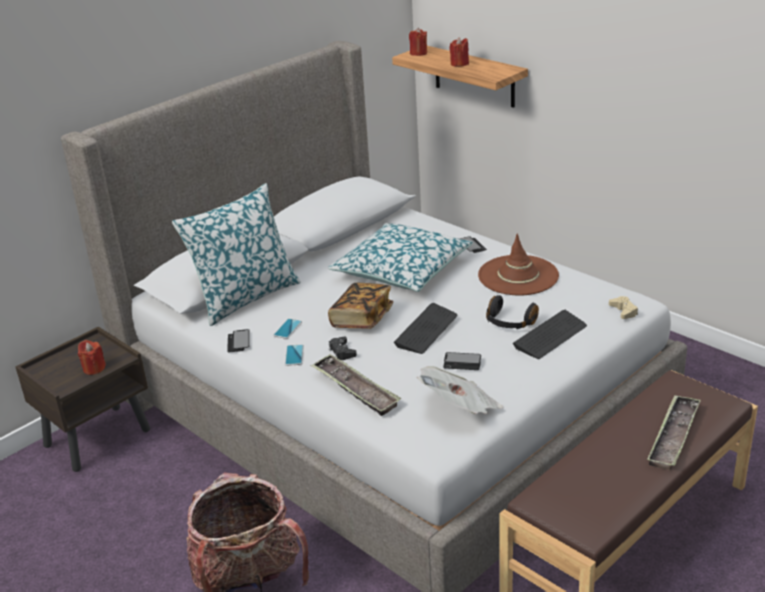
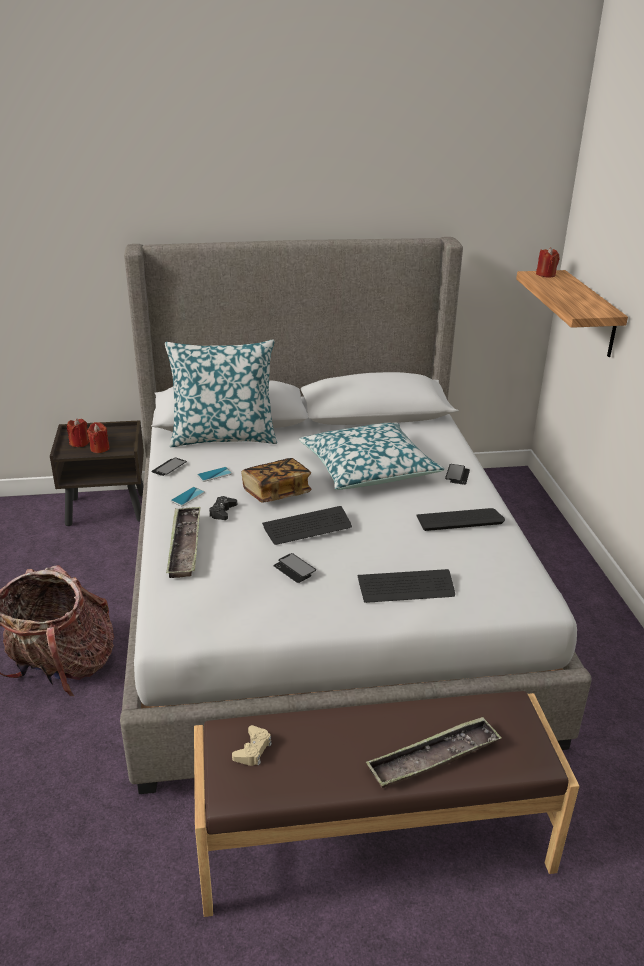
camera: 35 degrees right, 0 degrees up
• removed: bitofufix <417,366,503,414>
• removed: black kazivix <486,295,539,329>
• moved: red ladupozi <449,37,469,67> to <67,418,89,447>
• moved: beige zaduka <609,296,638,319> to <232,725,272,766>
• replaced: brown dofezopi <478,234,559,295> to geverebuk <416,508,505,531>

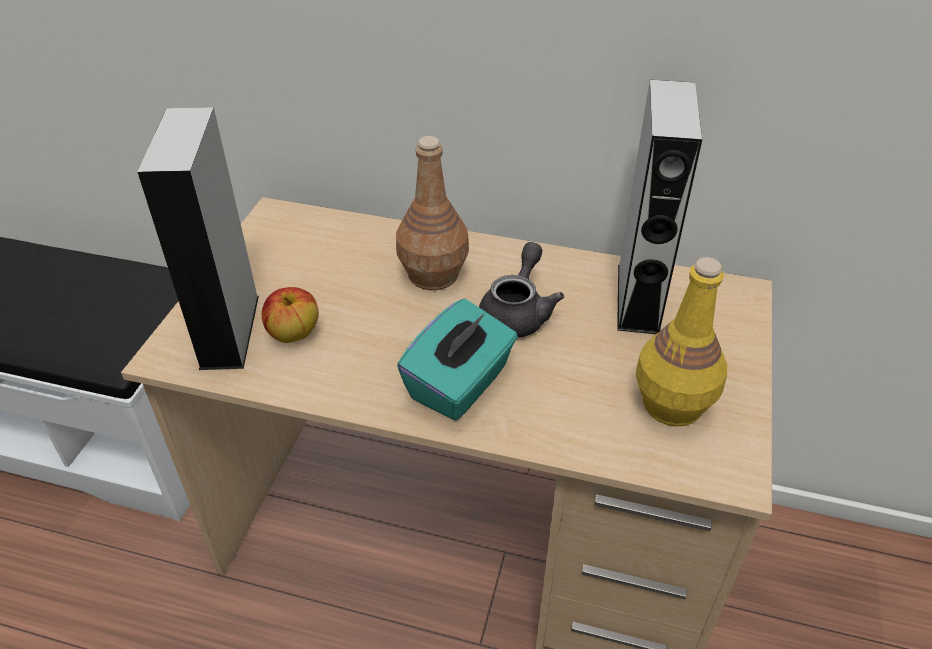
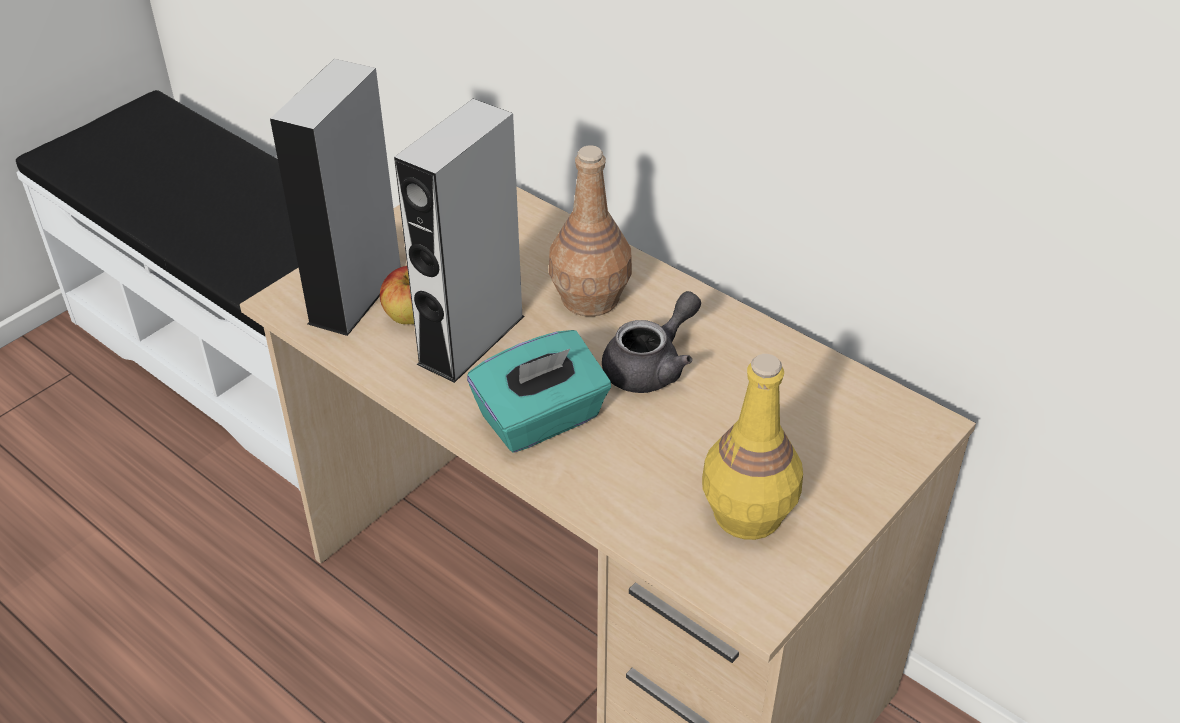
camera: 25 degrees right, 0 degrees up
• moved: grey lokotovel <617,80,702,334> to <394,99,524,383>

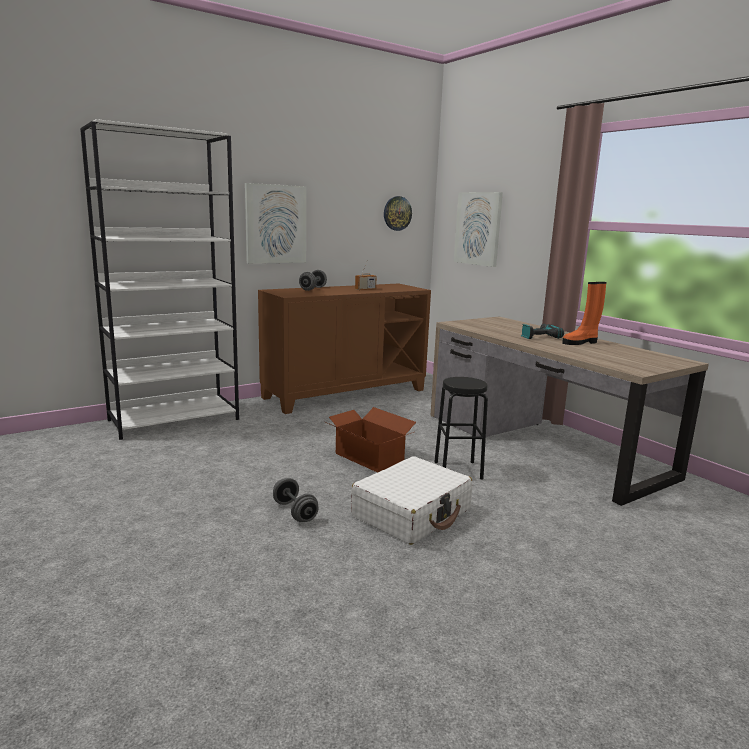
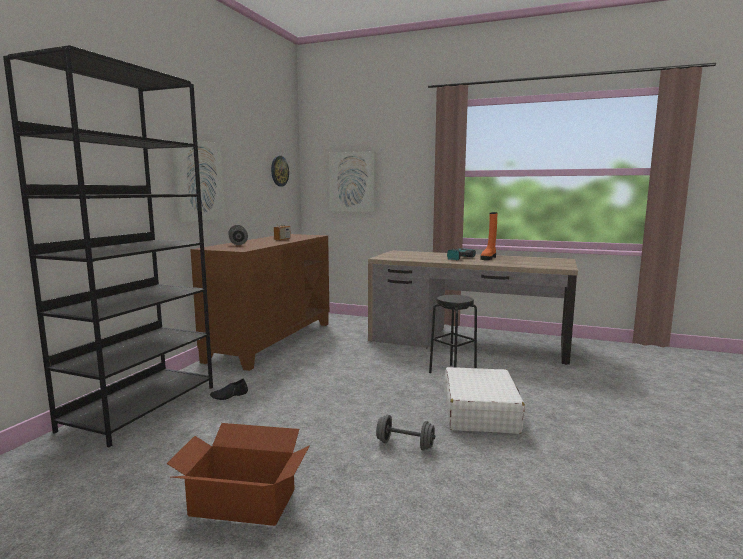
camera: 35 degrees left, 5 degrees down
• added: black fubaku <210,379,248,400>
• moved: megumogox <325,407,416,473> to <166,423,310,526>
• recoloured: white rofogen <80,119,239,440> to black rofogen <3,45,213,447>

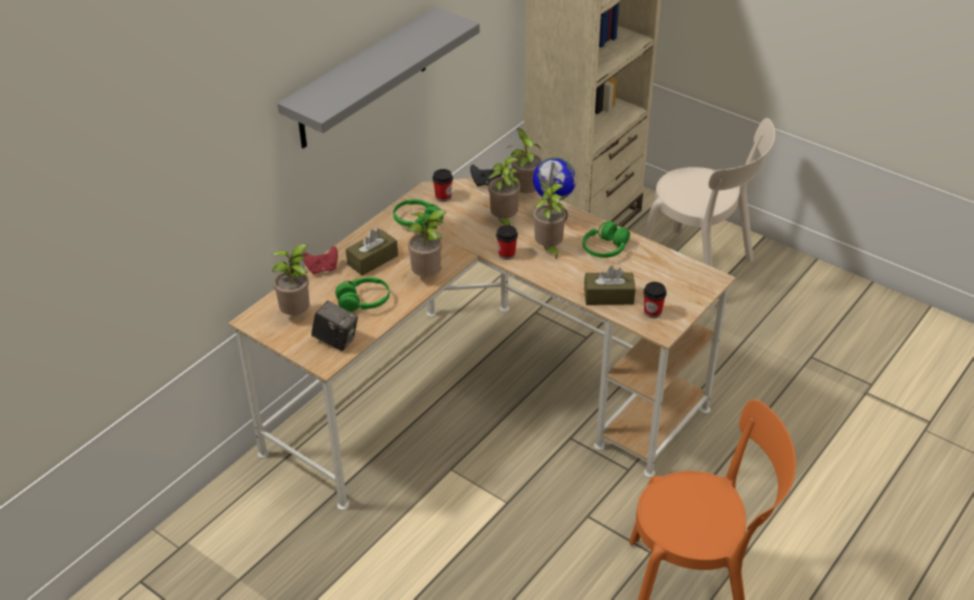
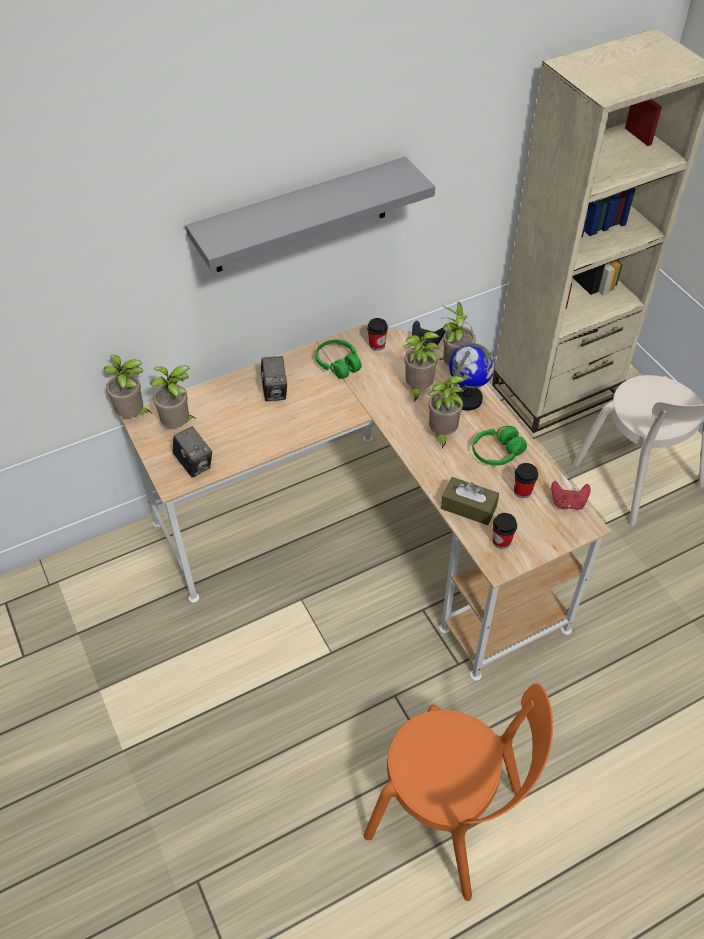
camera: 25 degrees right, 10 degrees up
• removed: green kazivix <335,277,390,312>
• moved: red zaduka <303,246,338,274> to <551,481,591,510>
• moved: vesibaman <407,210,446,277> to <104,355,151,418>
• moved: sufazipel <496,225,518,260> to <514,463,538,498>
• replaced: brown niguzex <346,228,398,276> to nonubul <261,356,287,401>

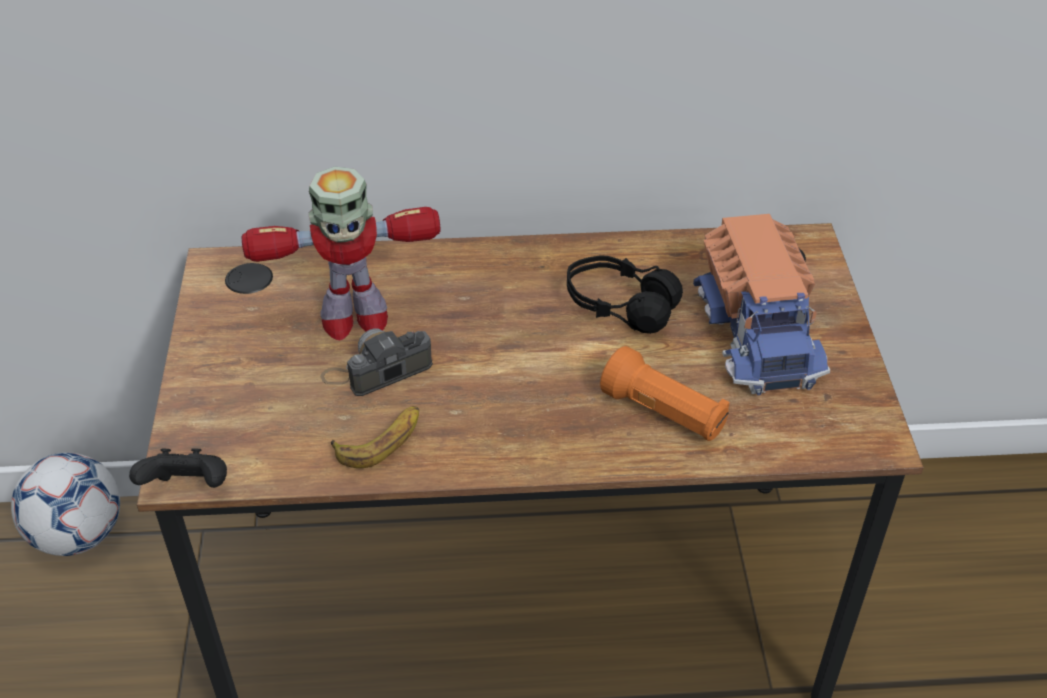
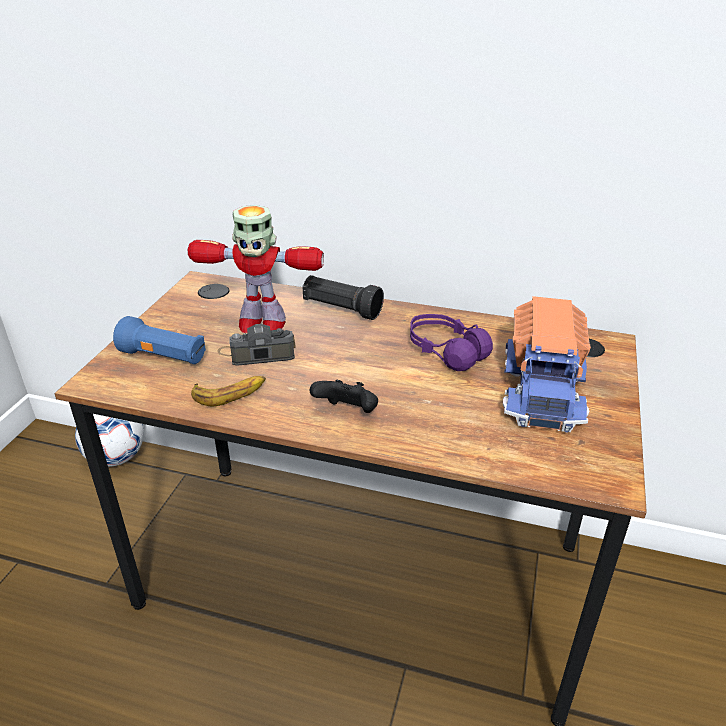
camera: 20 degrees right, 10 degrees down
• removed: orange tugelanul <600,346,730,441>
• added: blue tugelanul <113,316,206,364>
• added: black tugelanul <302,275,384,320>
• moved: black zaduka <129,448,227,488> to <309,380,378,413>
• recoloured: black kazivix <567,255,683,334> to purple kazivix <410,314,493,371>

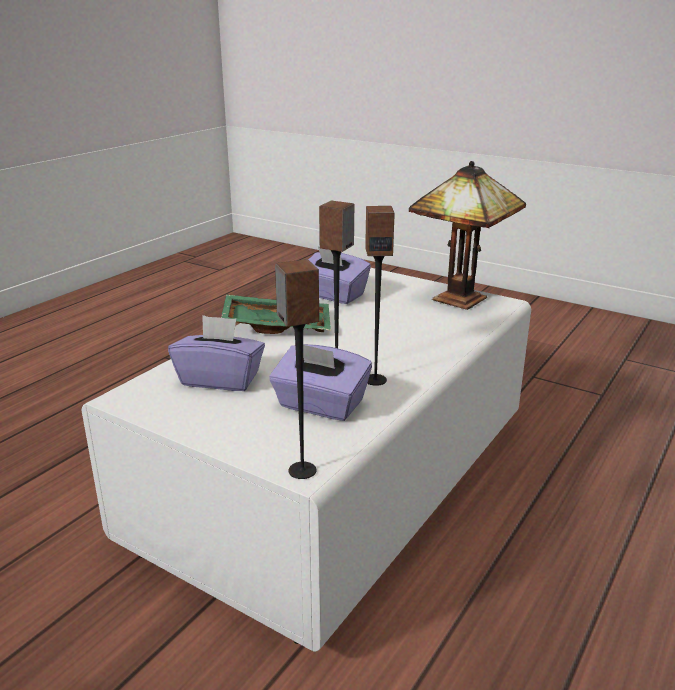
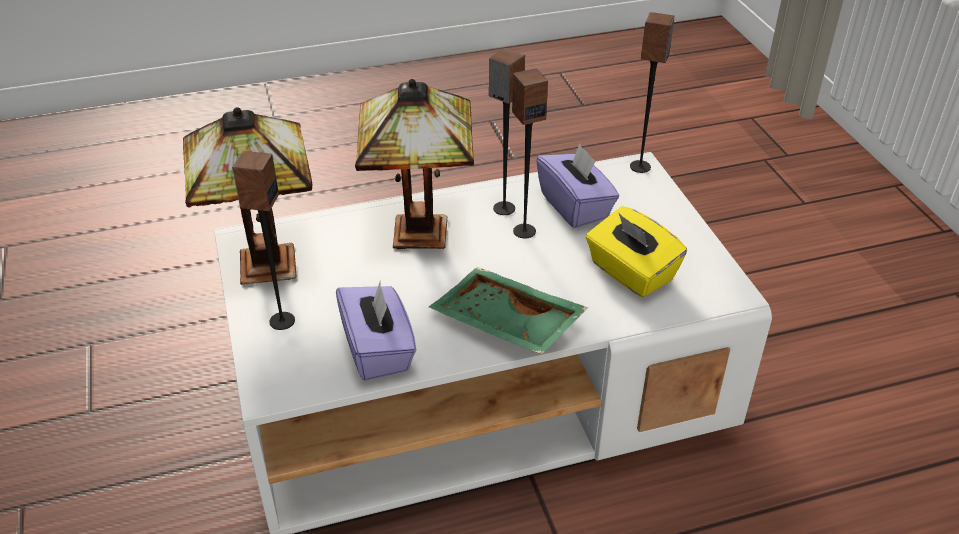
camera: 140 degrees left, 15 degrees up
• added: lokotovel <232,151,295,330>
• added: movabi <355,79,474,249>
• recoloured: purple niguzex <168,315,265,391> to yellow niguzex <586,206,687,297>

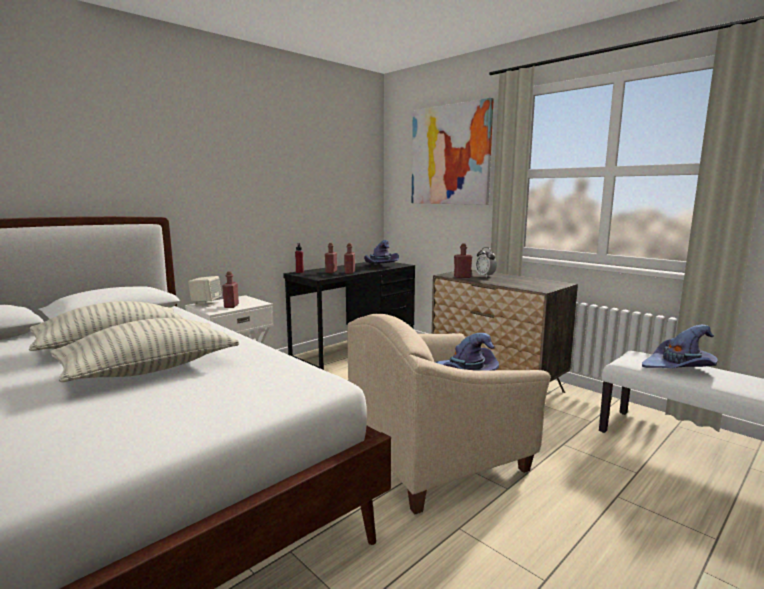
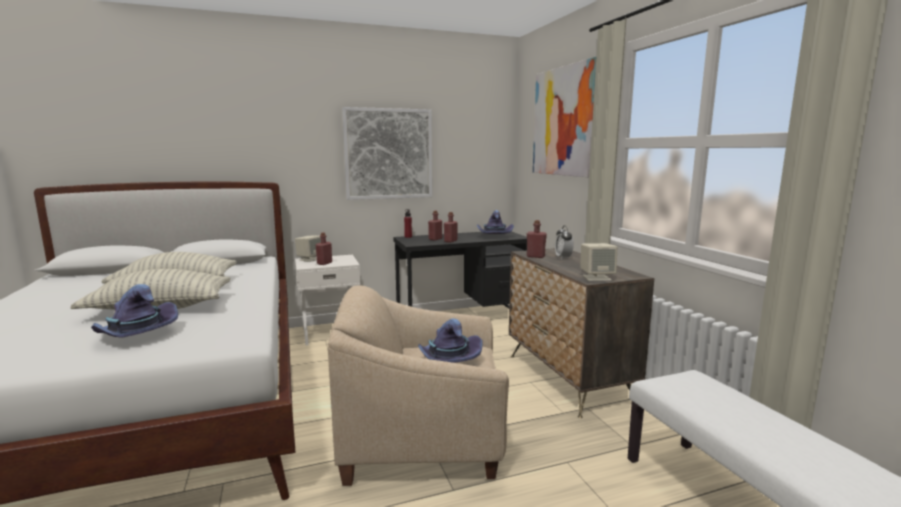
camera: 25 degrees right, 0 degrees up
• added: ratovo <342,107,432,200>
• added: beige lokotovel <580,243,618,281>
• moved: purple dofezopi <642,324,717,368> to <91,284,178,338>

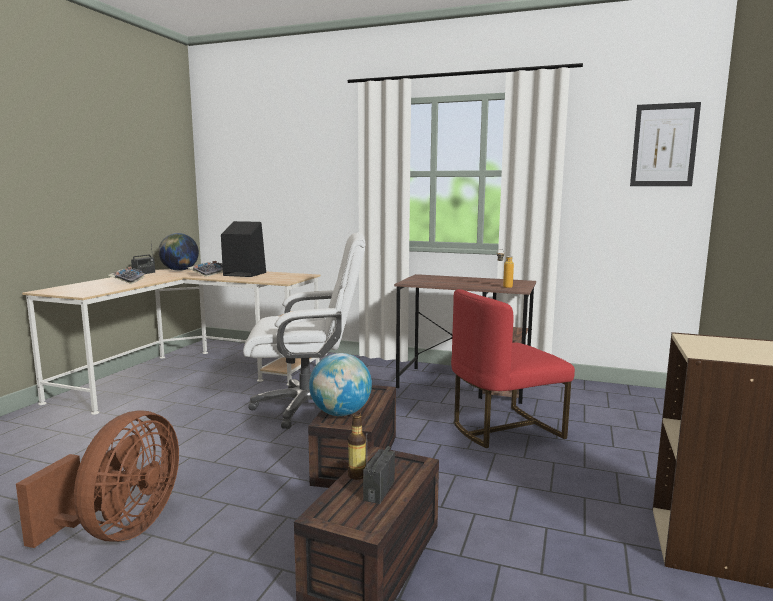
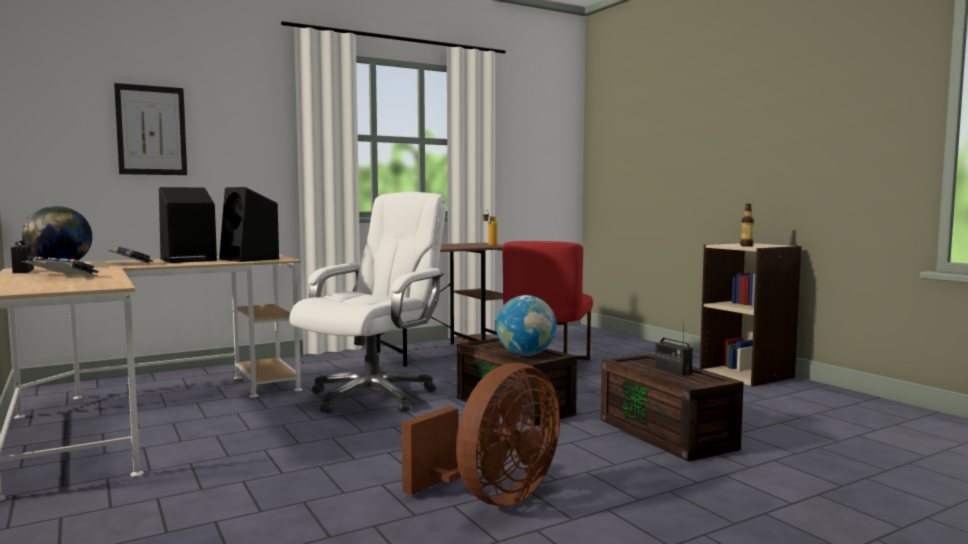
camera: 50 degrees left, 5 degrees down
• added: black lokotovel <219,187,279,262>
• moved: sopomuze <348,412,366,480> to <741,204,754,247>
• moved: ratovo <630,102,701,186> to <114,83,187,175>
• turned: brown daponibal <16,410,179,548> = <402,363,560,506> 75 degrees clockwise

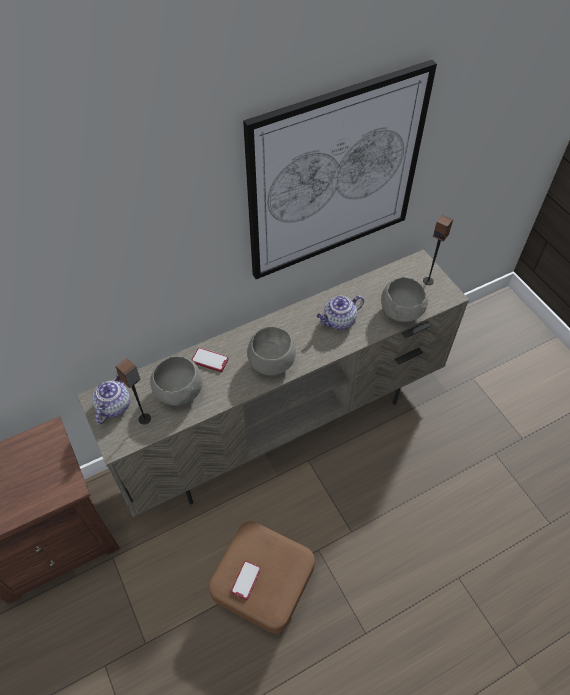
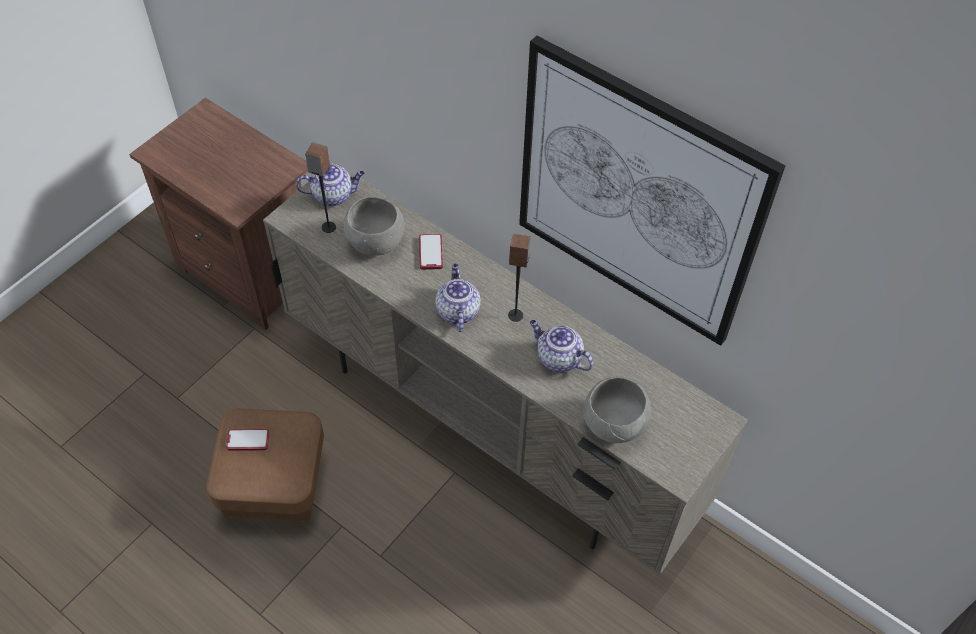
camera: 65 degrees right, 0 degrees up
• moved: lokotovel <423,215,453,285> to <508,234,531,322>
• replaced: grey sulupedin <247,327,296,375> to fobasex <435,263,481,332>

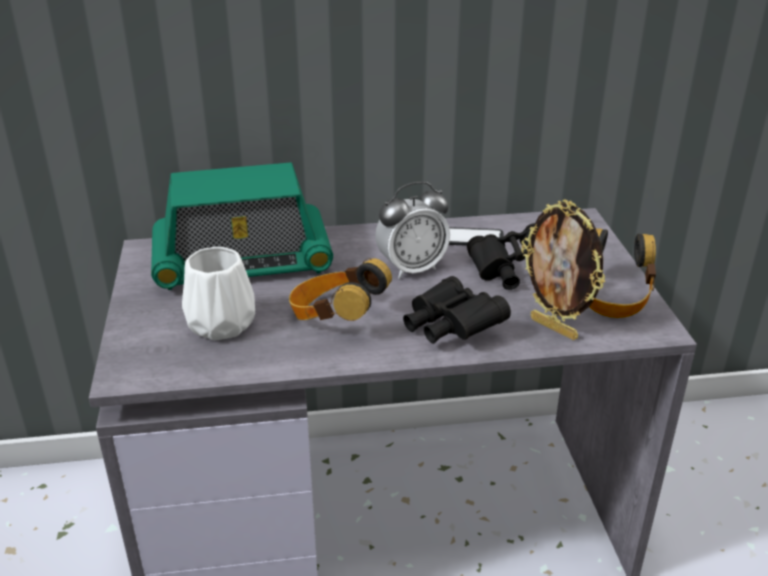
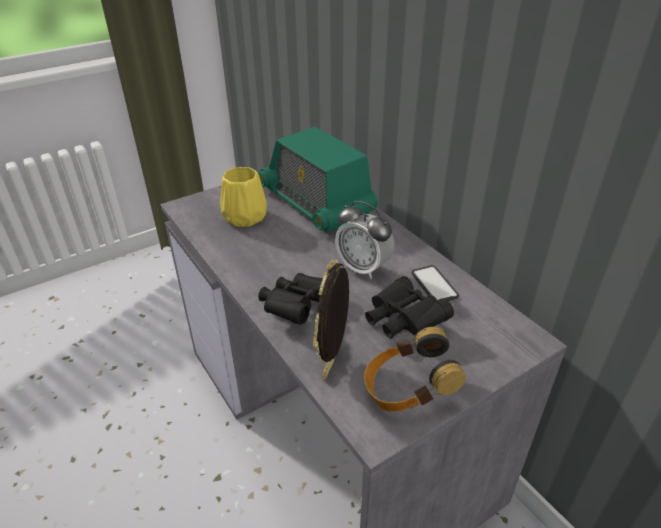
camera: 65 degrees right, 5 degrees up
• removed: kazivix <289,258,392,321>
• recoloured: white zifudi <182,247,255,341> to yellow zifudi <220,167,267,227>

